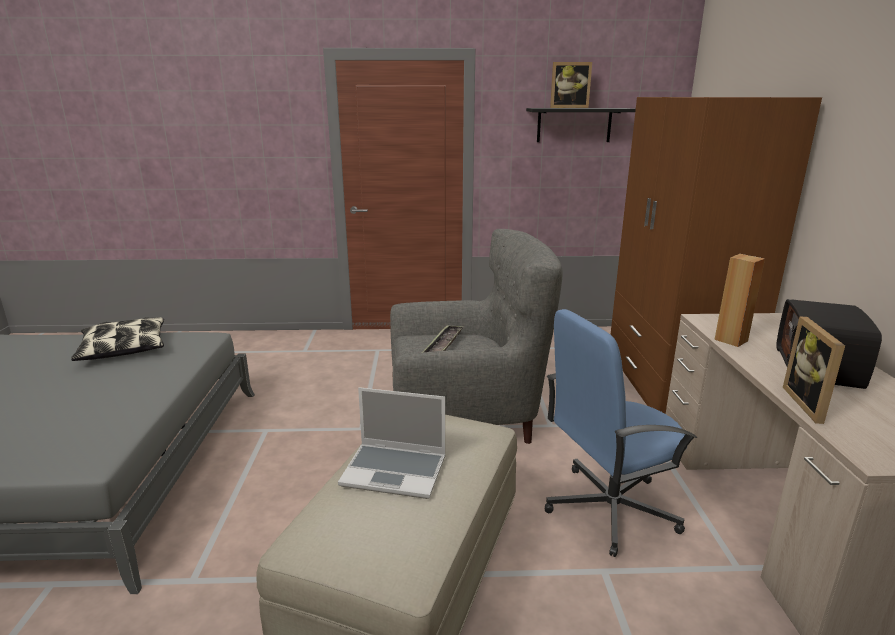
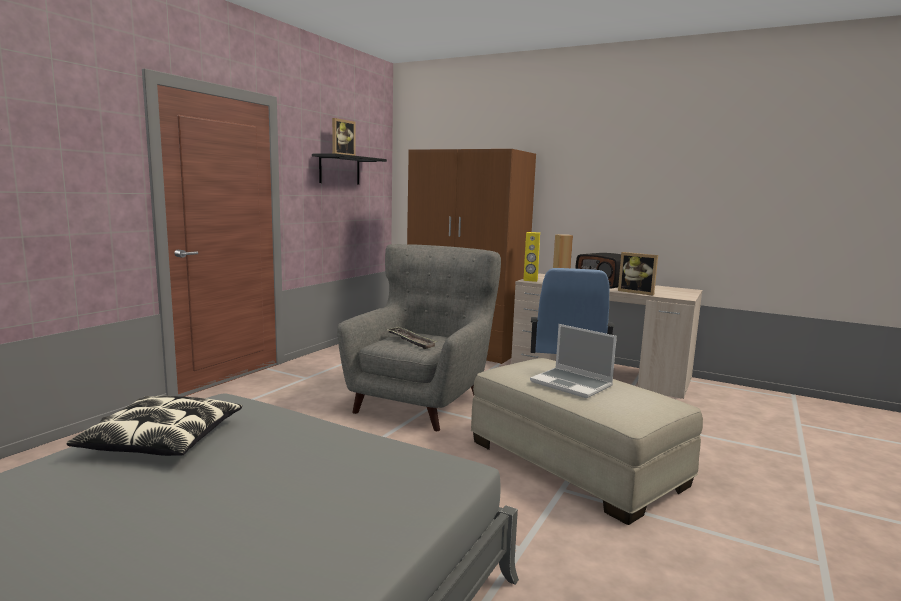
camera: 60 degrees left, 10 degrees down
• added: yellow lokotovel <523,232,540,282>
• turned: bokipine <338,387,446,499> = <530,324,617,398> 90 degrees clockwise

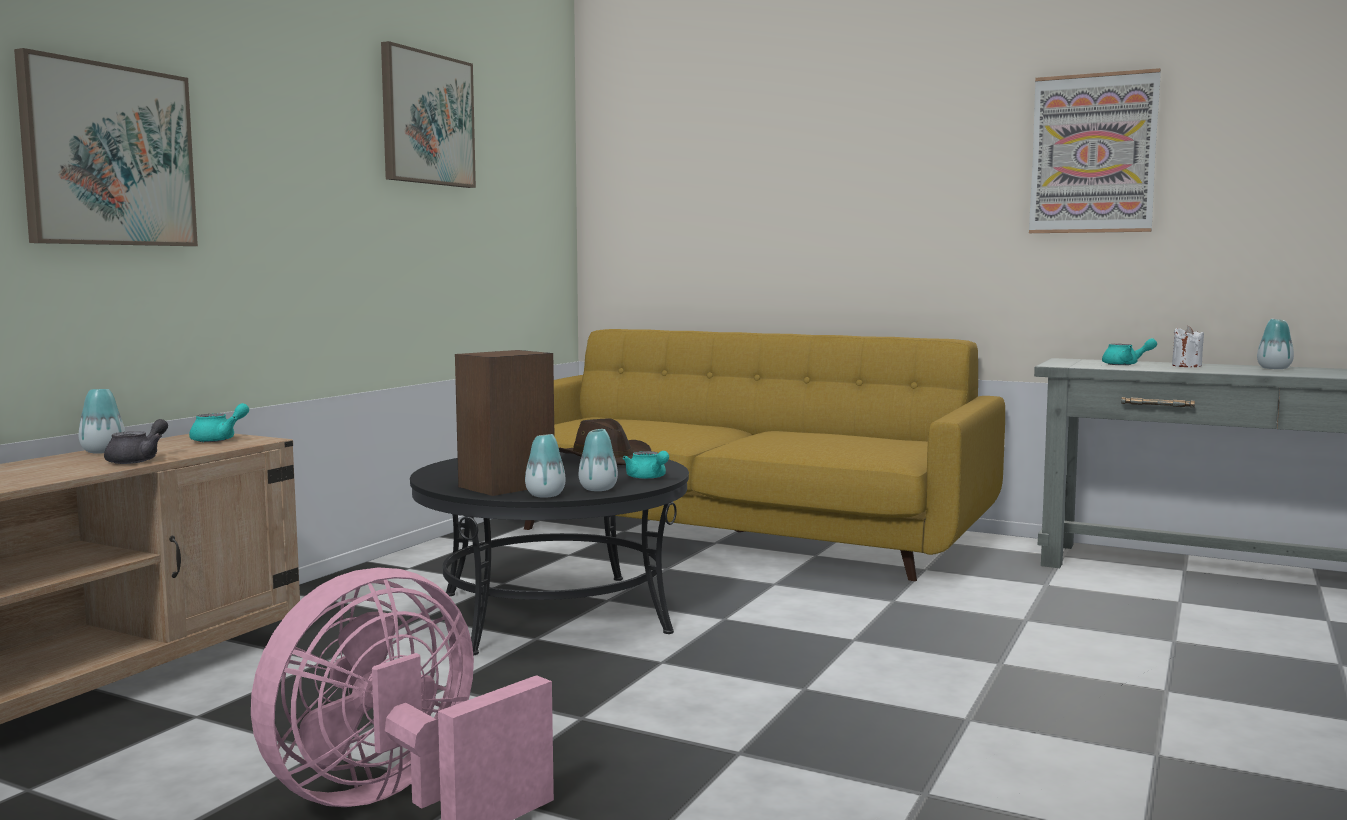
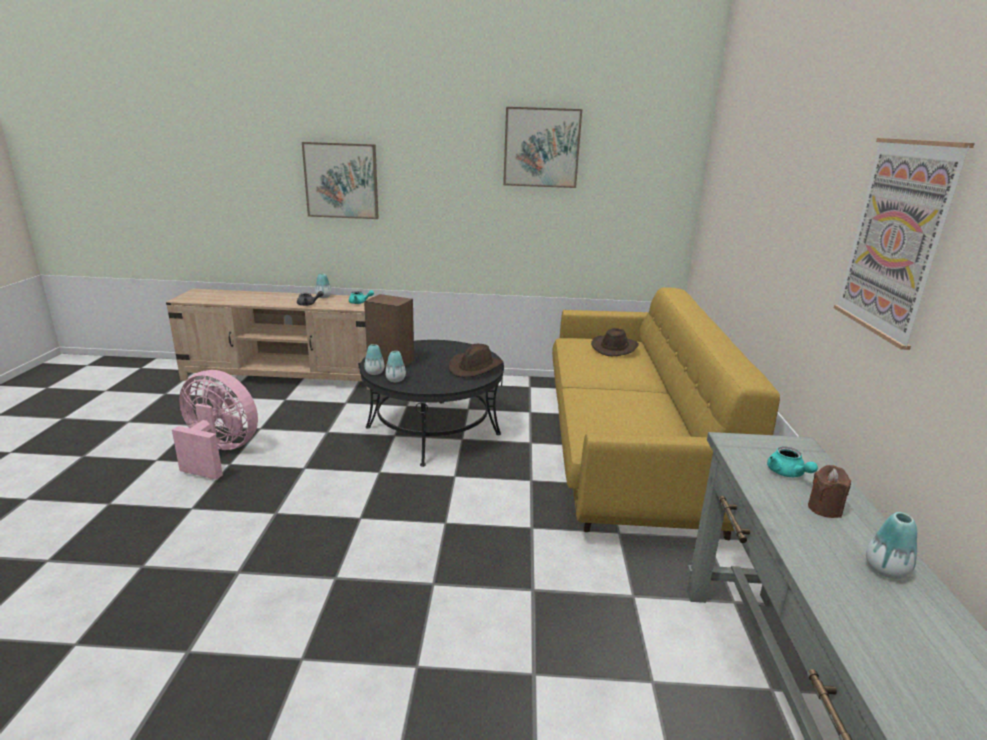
camera: 65 degrees right, 15 degrees up
• removed: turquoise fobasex <623,451,669,479>
• added: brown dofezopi <591,328,639,356>
• recoloured: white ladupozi <1172,326,1204,367> to brown ladupozi <808,465,851,518>

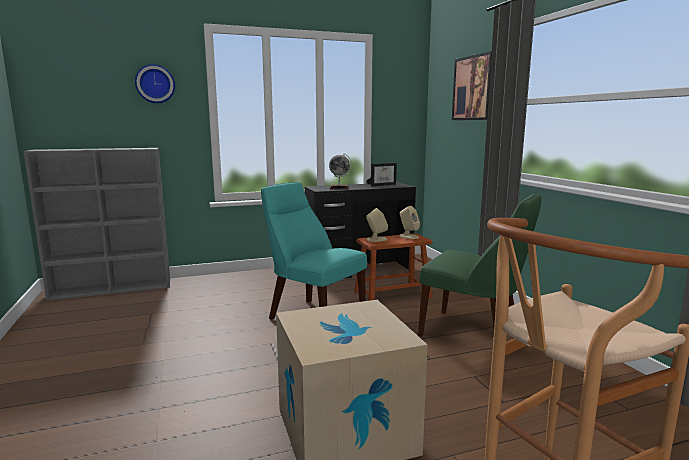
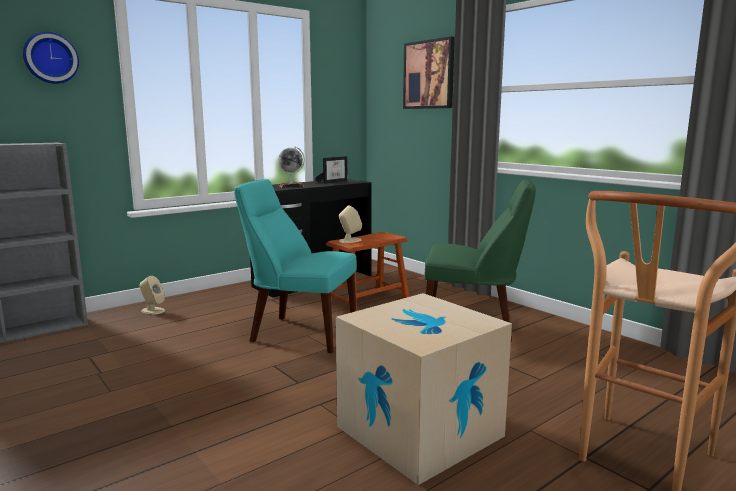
camera: 20 degrees left, 0 degrees up
• moved: beige lokotovel <399,206,420,239> to <139,276,165,314>

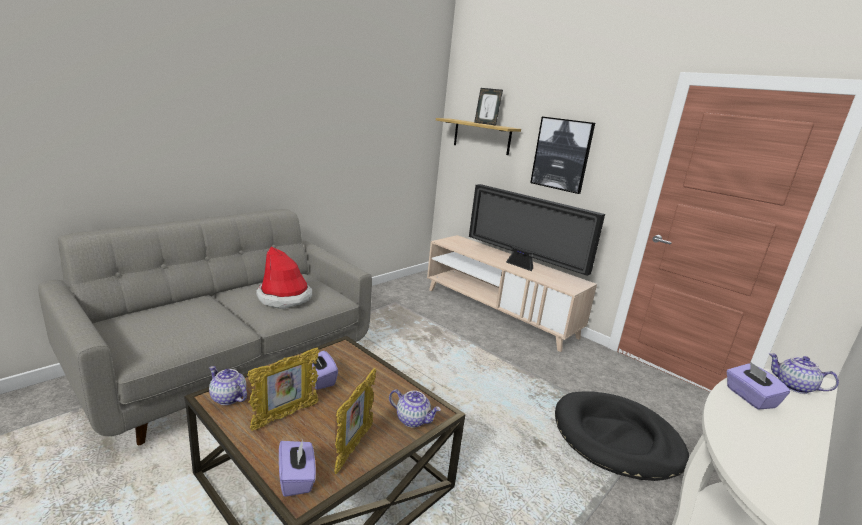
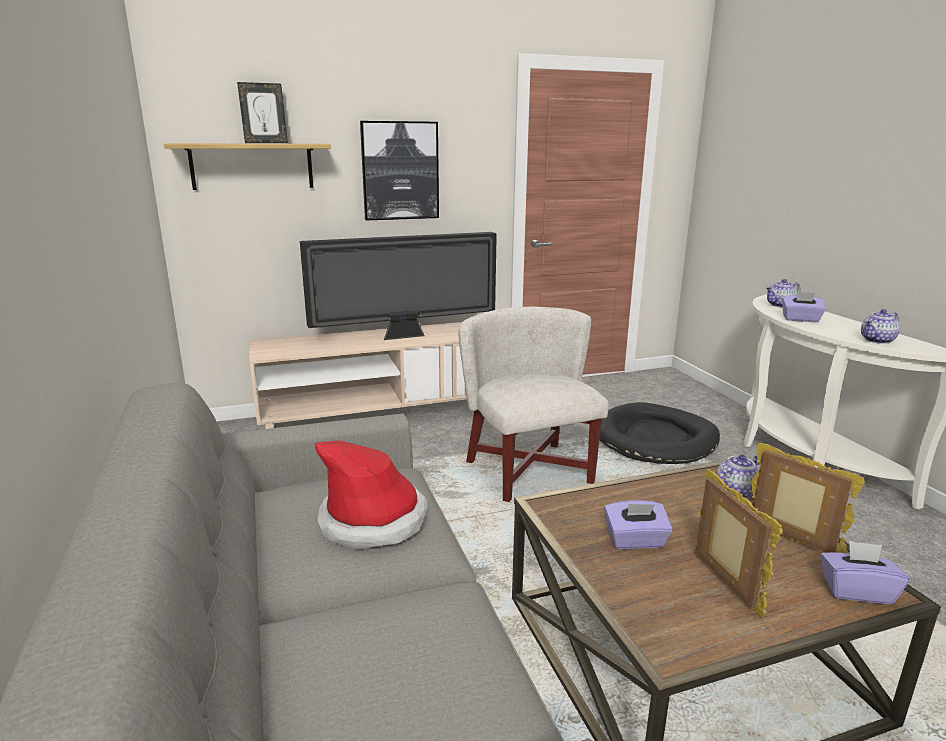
camera: 60 degrees left, 0 degrees up
• added: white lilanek <459,307,609,502>
• moved: fobasex <209,366,247,405> to <861,309,900,344>

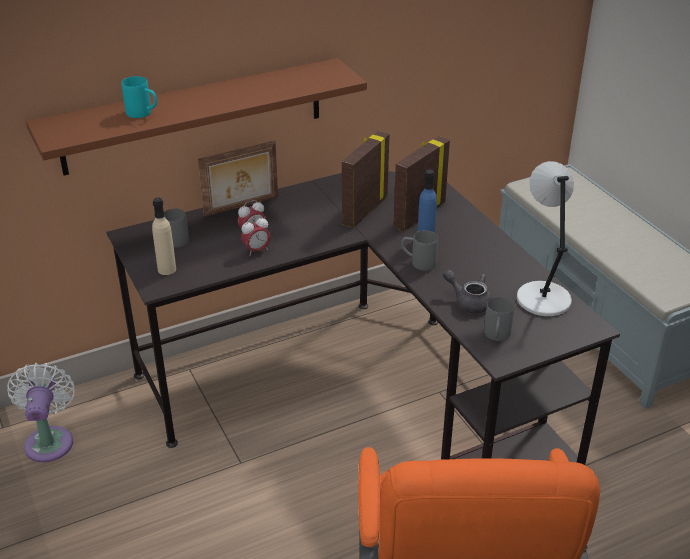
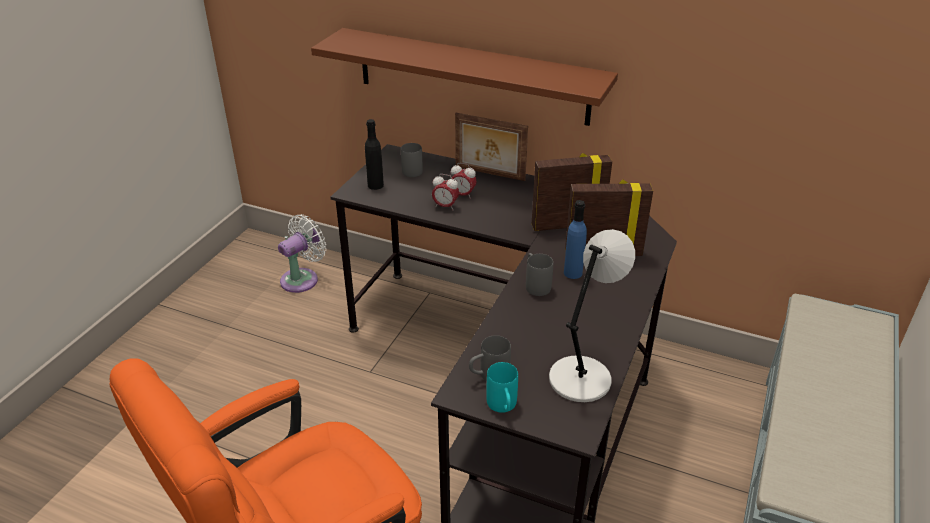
camera: 50 degrees right, 0 degrees up
• removed: grey fobasex <443,270,492,313>
• moved: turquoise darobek <121,76,157,118> to <486,362,518,413>
• recoloured: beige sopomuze <152,198,176,275> to black sopomuze <365,119,384,190>

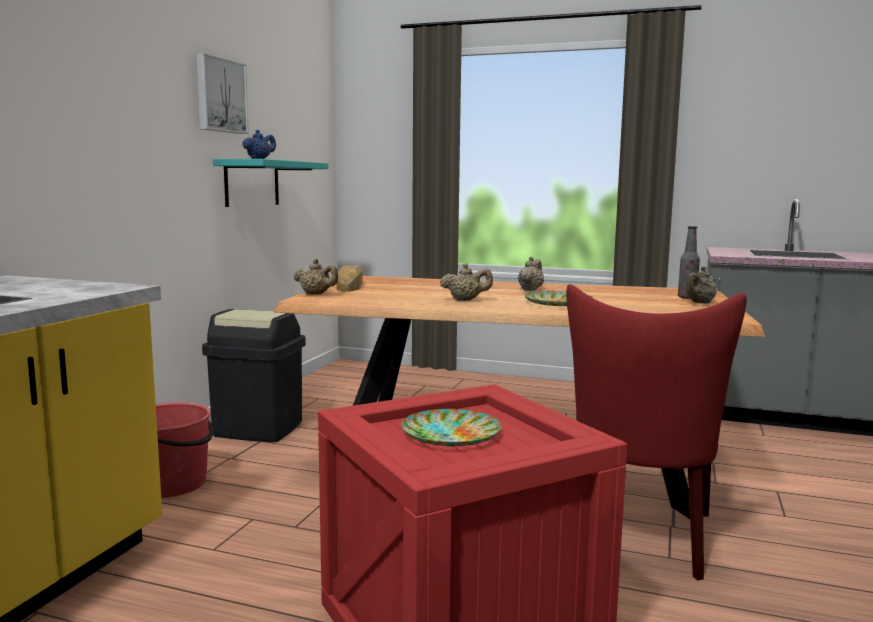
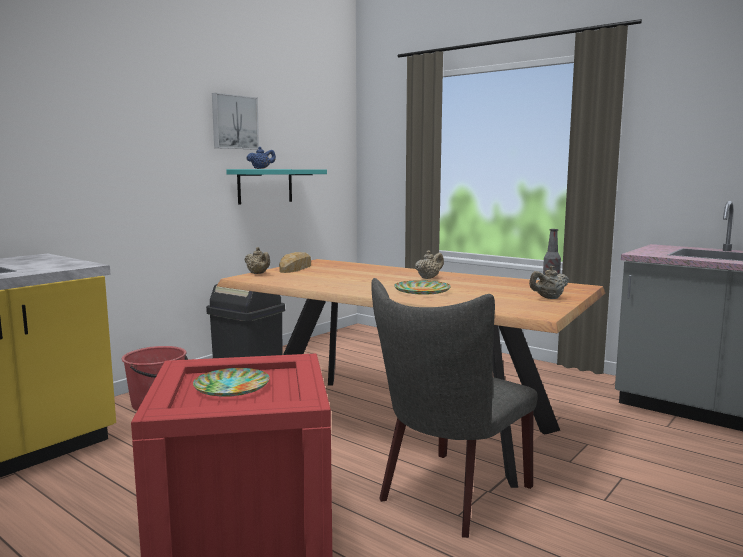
camera: 20 degrees right, 0 degrees up
• removed: beige fobasex <440,263,493,301>
• recoloured: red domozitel <566,284,747,580> to grey domozitel <371,278,538,538>

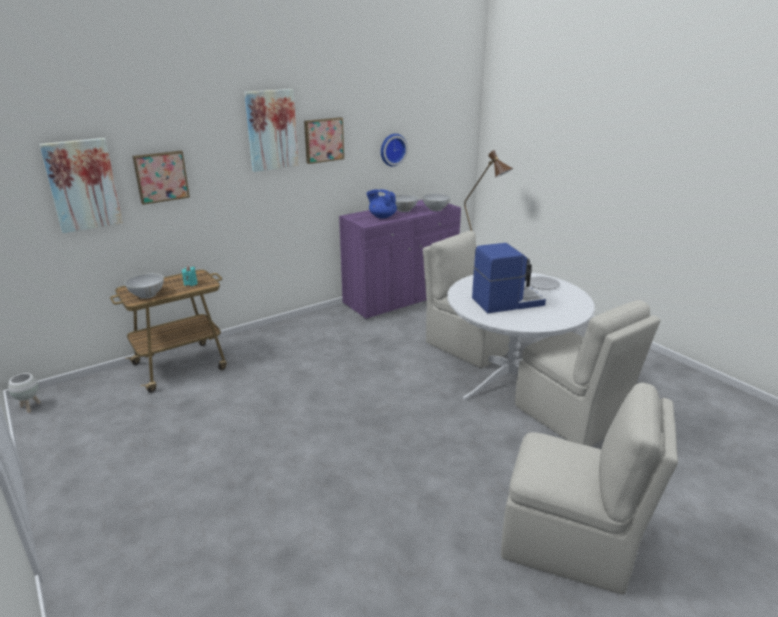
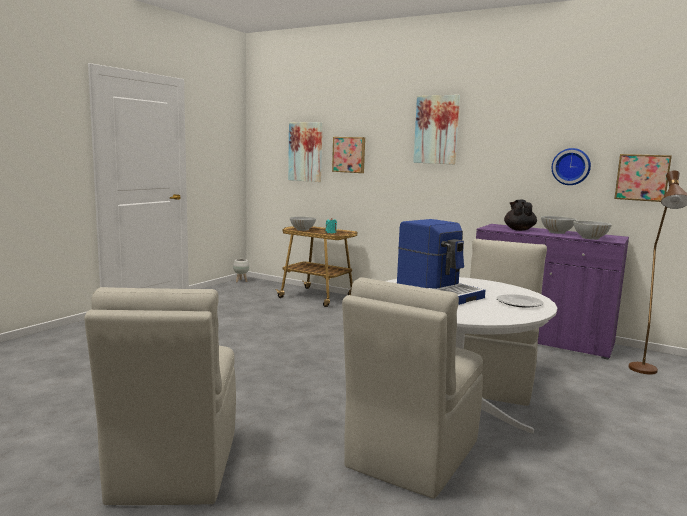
camera: 65 degrees right, 15 degrees down
• moved: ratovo <304,117,344,164> to <614,154,672,202>
• recoloured: blue fobasex <366,189,397,219> to black fobasex <504,200,537,231>

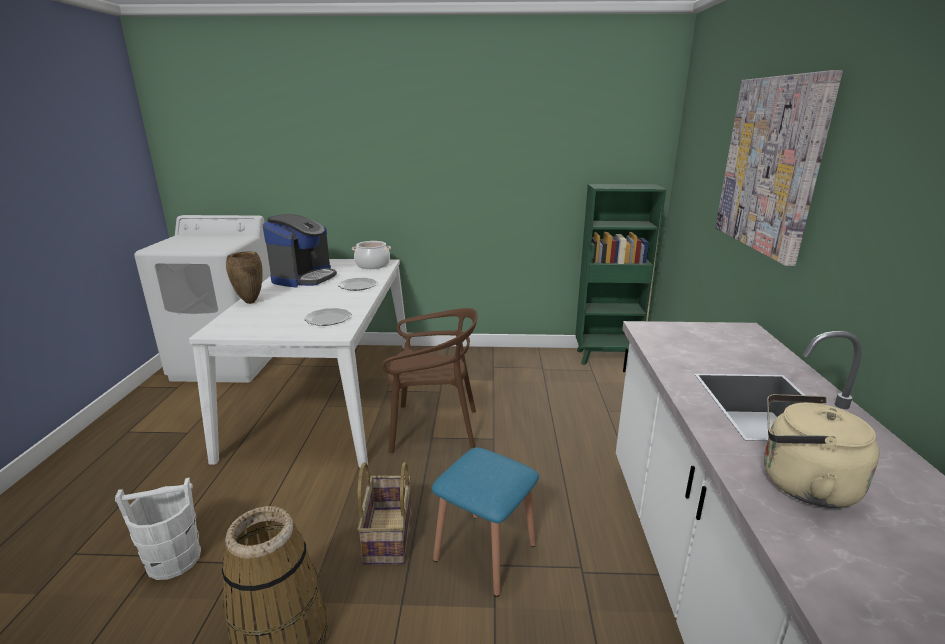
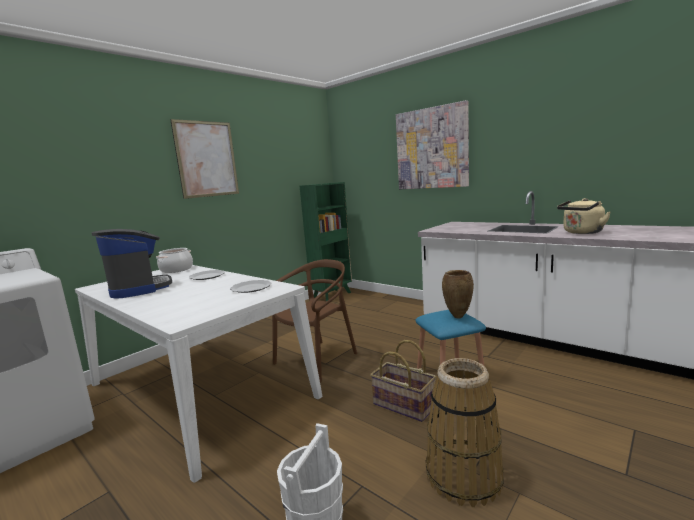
camera: 50 degrees left, 10 degrees down
• added: ratovo <170,119,239,199>
• moved: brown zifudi <226,252,263,304> to <442,270,474,318>

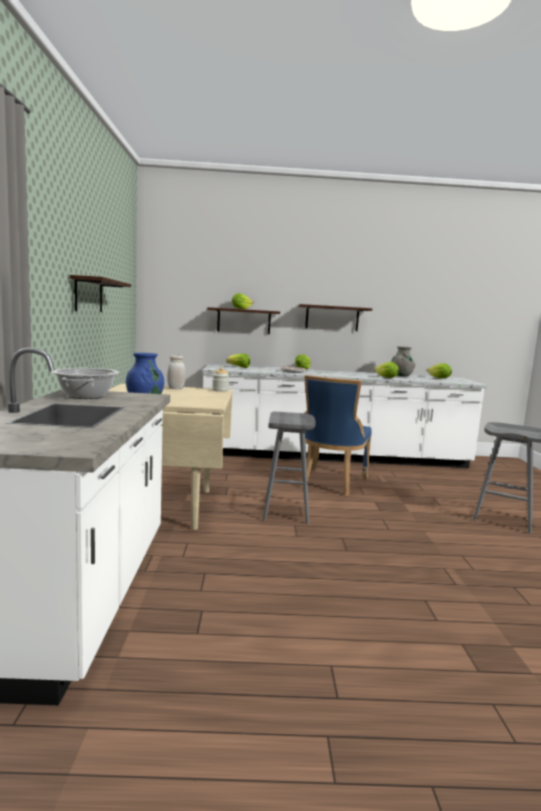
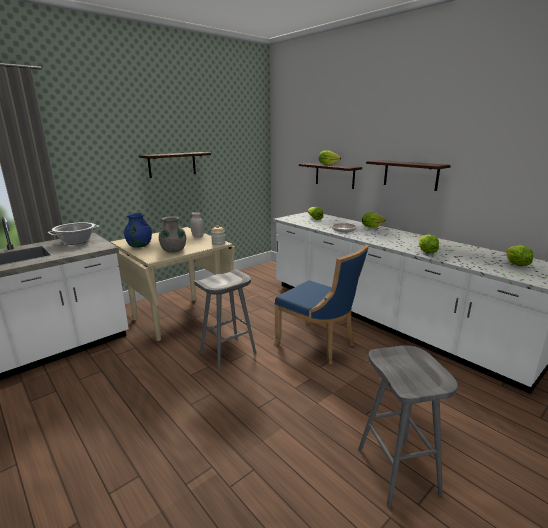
camera: 50 degrees right, 10 degrees up
• moved: grey zifudi <391,346,415,376> to <159,216,186,253>
• turned: blue domozitel <301,375,372,495> = <274,245,369,365> 120 degrees counterclockwise

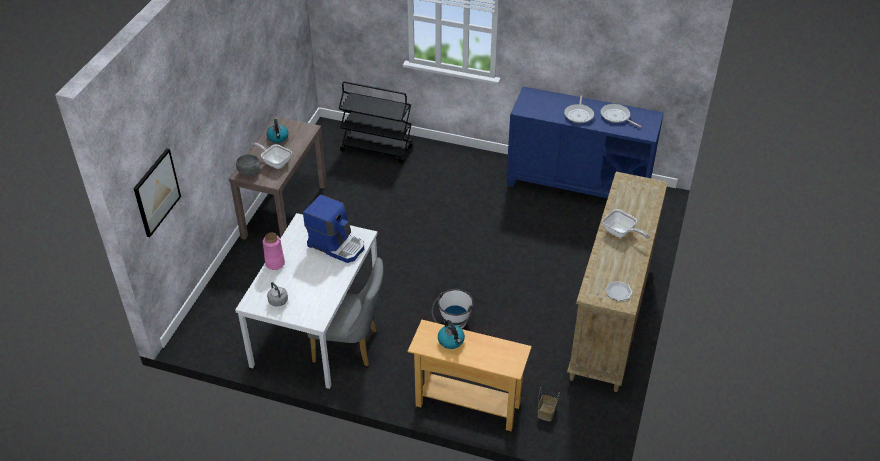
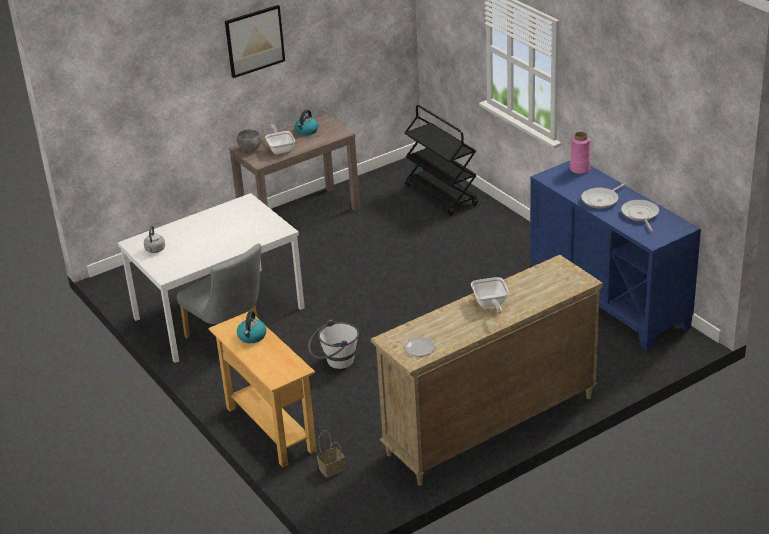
camera: 40 degrees right, 10 degrees down
• removed: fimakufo <303,194,364,263>
• moved: ratovo <133,148,181,237> to <225,5,285,78>
• moved: pink zifudi <263,233,285,270> to <570,132,590,174>

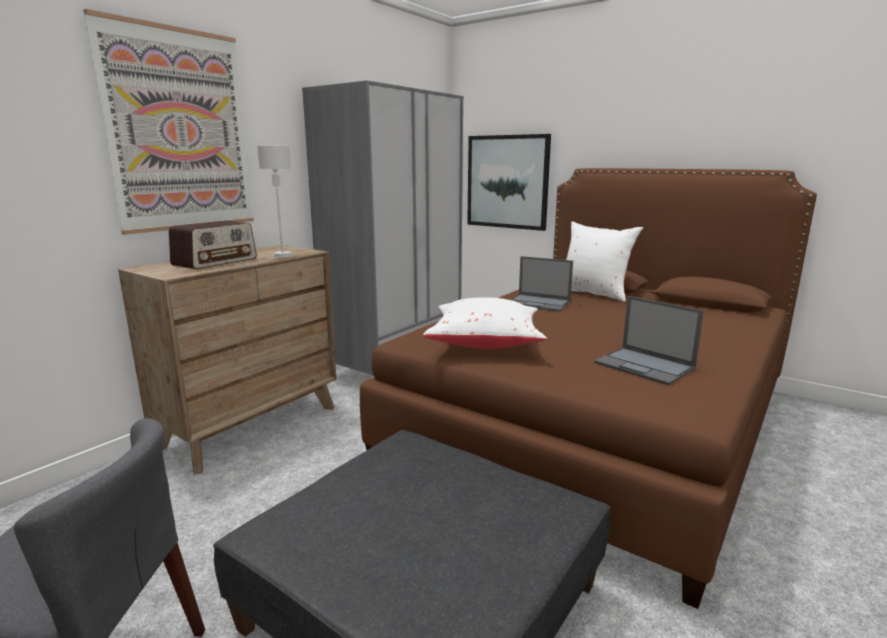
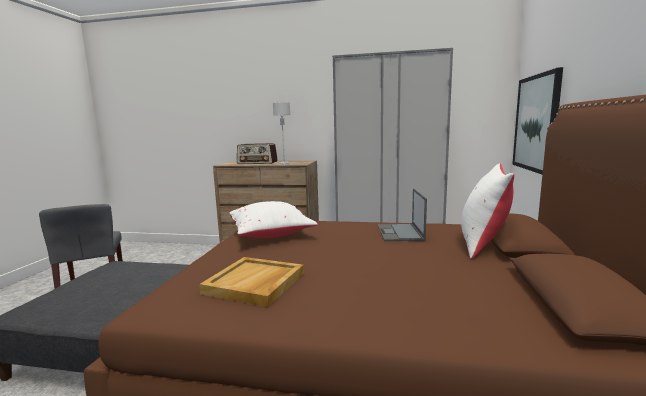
camera: 65 degrees right, 5 degrees down
• removed: ratovo <84,9,254,235>
• replaced: bokipine <594,296,704,385> to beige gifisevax <199,257,304,307>

